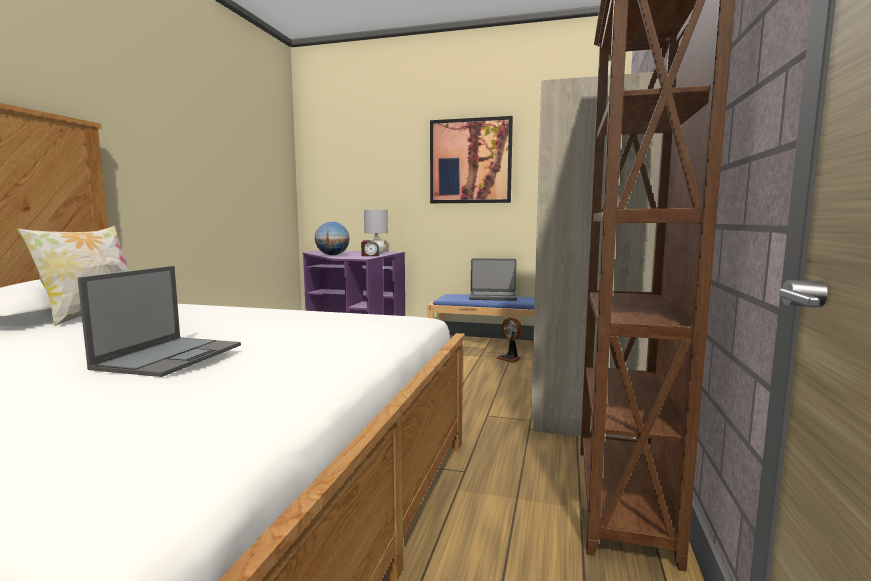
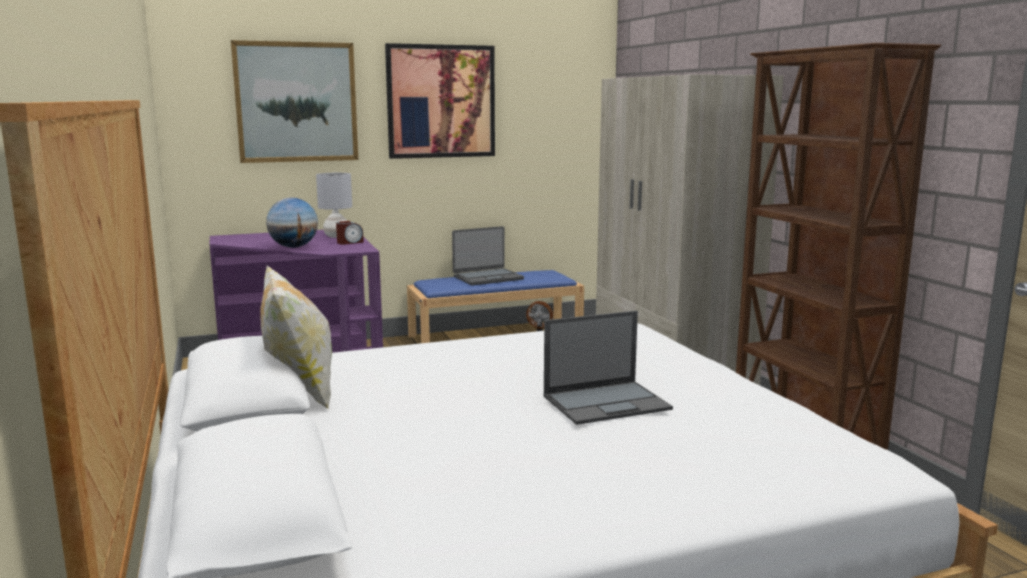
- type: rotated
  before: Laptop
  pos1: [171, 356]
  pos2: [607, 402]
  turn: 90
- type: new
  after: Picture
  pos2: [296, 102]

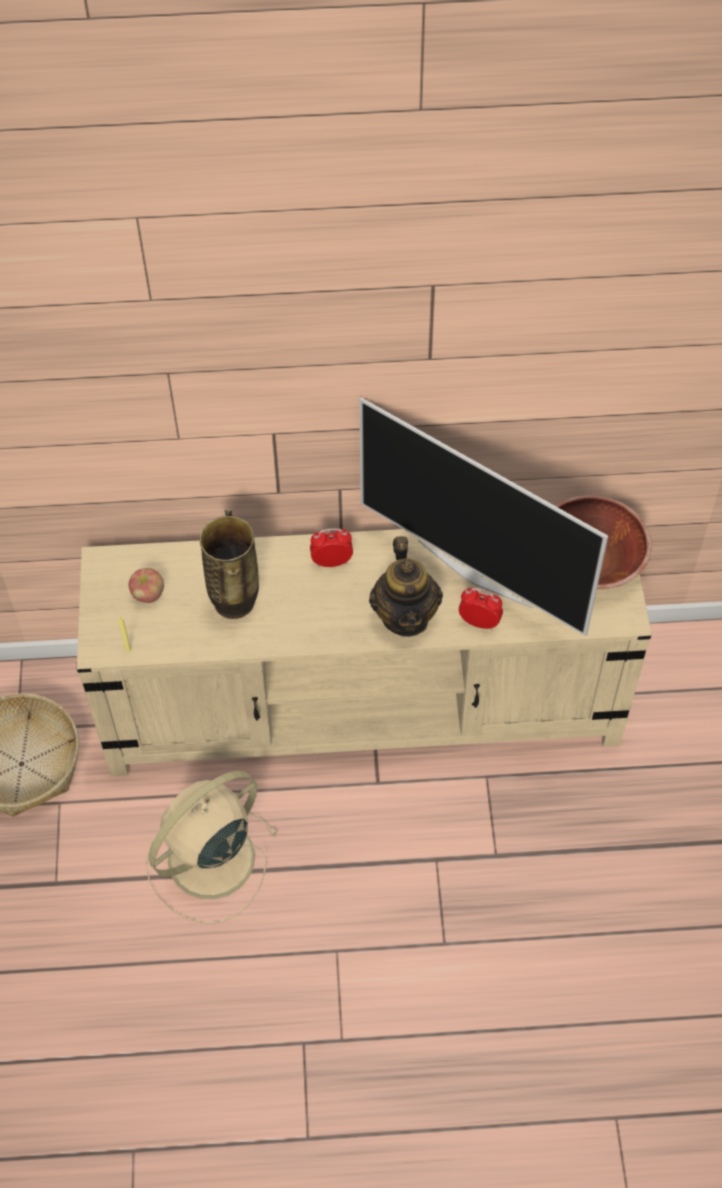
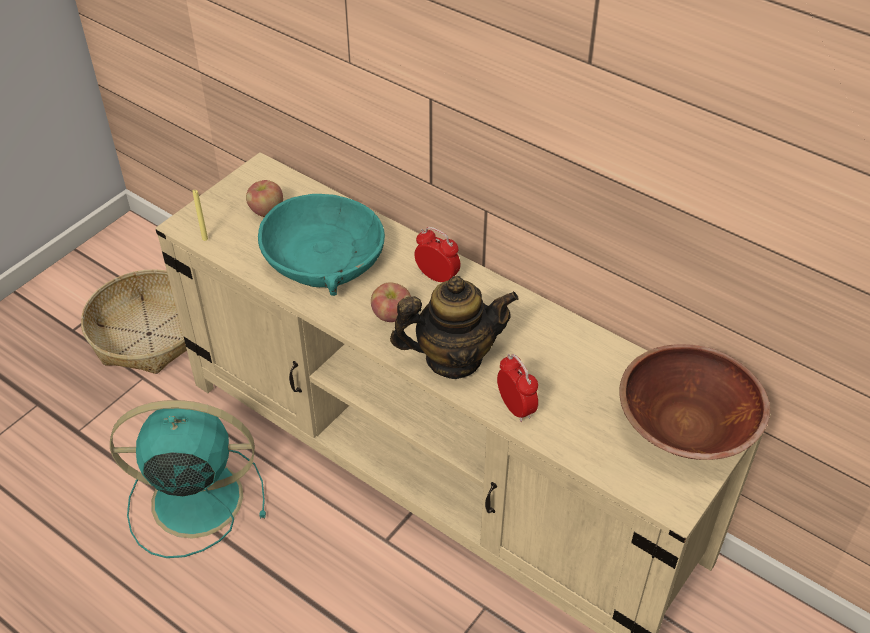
- type: gone
  before: Television
  pos1: [476, 572]
- type: swapped
  before: Vase
  after: TurquoiseBowl
  pos1: [235, 602]
  pos2: [324, 257]
- type: rotated
  before: Teapot
  pos1: [406, 616]
  pos2: [453, 358]
  turn: -135
- type: repainted
  before: BeigeFan
  after: TurquoiseFan
  pos1: [208, 861]
  pos2: [193, 499]
- type: new
  after: Apple
  pos2: [391, 315]

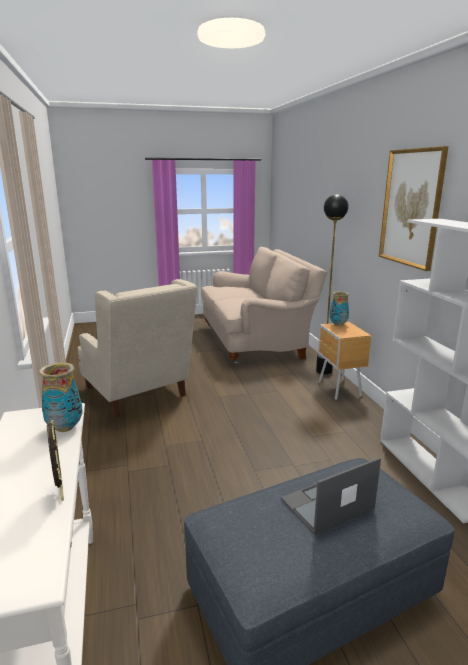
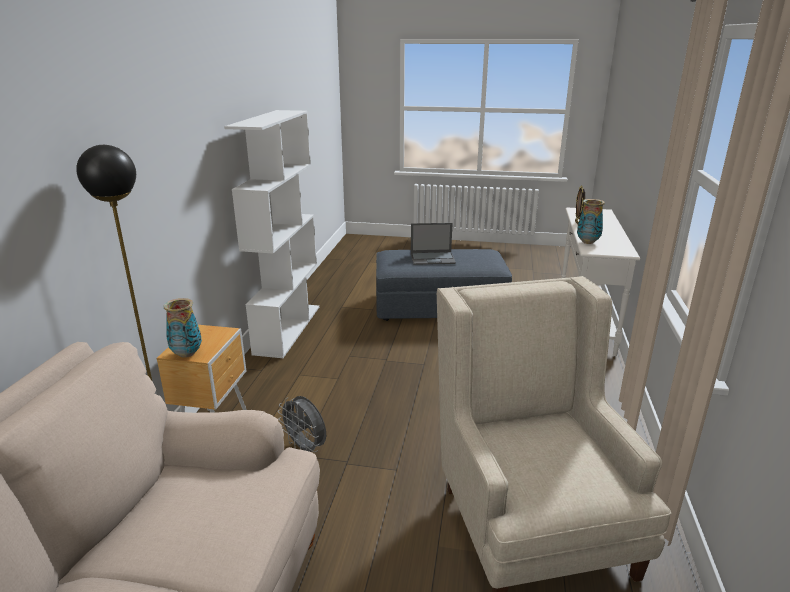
- type: gone
  before: Picture
  pos1: [411, 208]
- type: new
  after: GreyFan
  pos2: [306, 448]

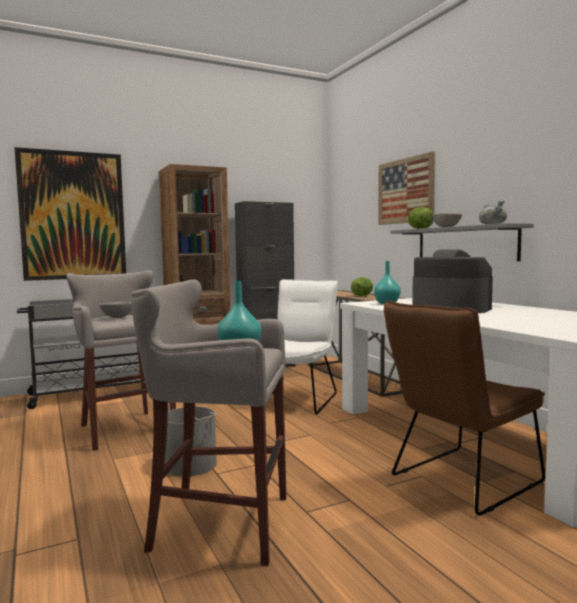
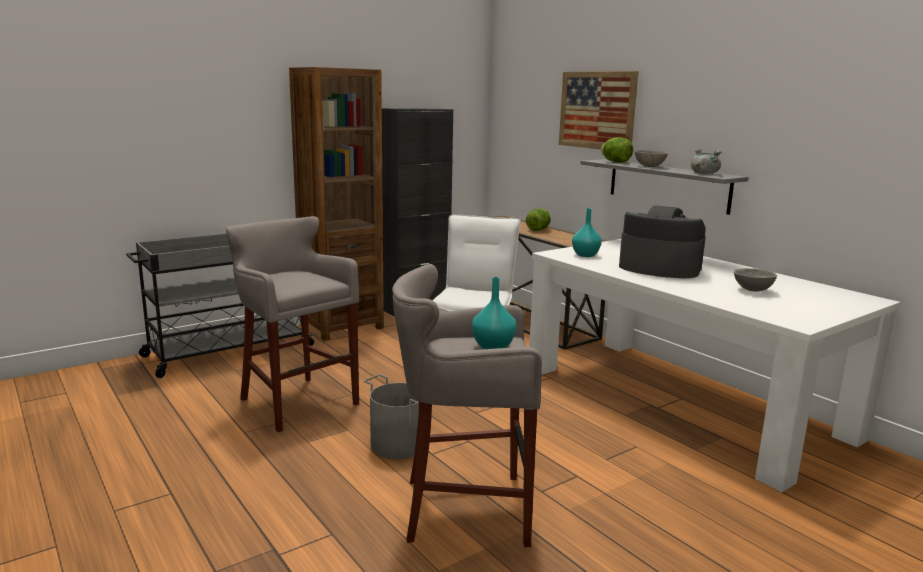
- type: gone
  before: Picture
  pos1: [73, 215]
- type: gone
  before: BrownChair
  pos1: [460, 481]
- type: shifted
  before: GreyBowl
  pos1: [116, 317]
  pos2: [752, 290]

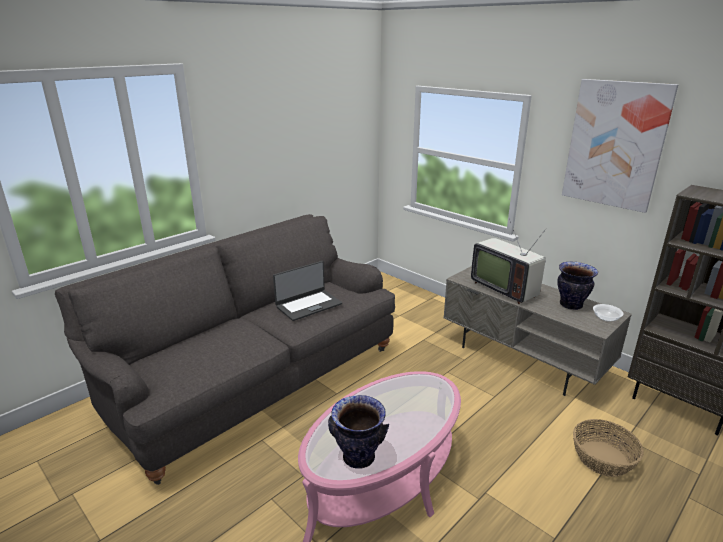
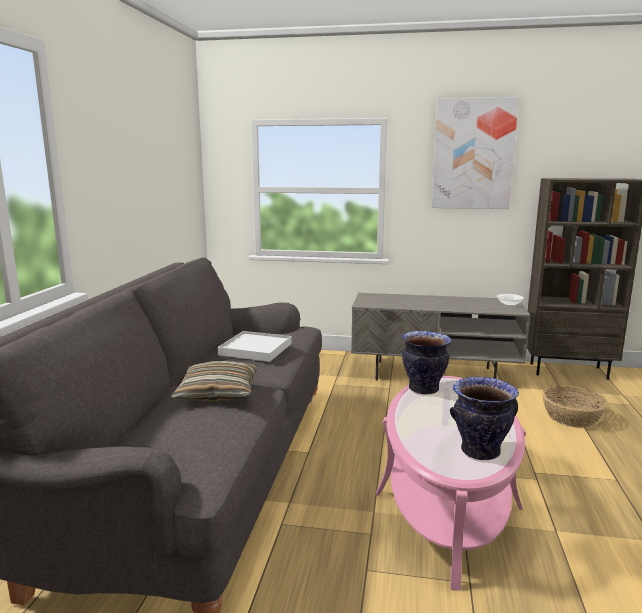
- type: gone
  before: Television
  pos1: [505, 288]
- type: swapped
  before: Laptop
  after: WhiteTray
  pos1: [308, 305]
  pos2: [255, 349]
- type: shifted
  before: Vase
  pos1: [571, 305]
  pos2: [424, 389]
- type: new
  after: Pillow
  pos2: [218, 392]

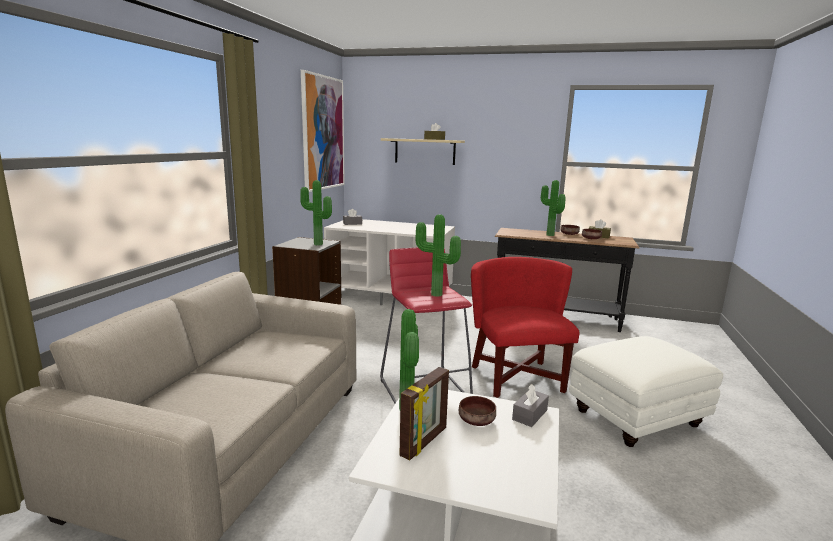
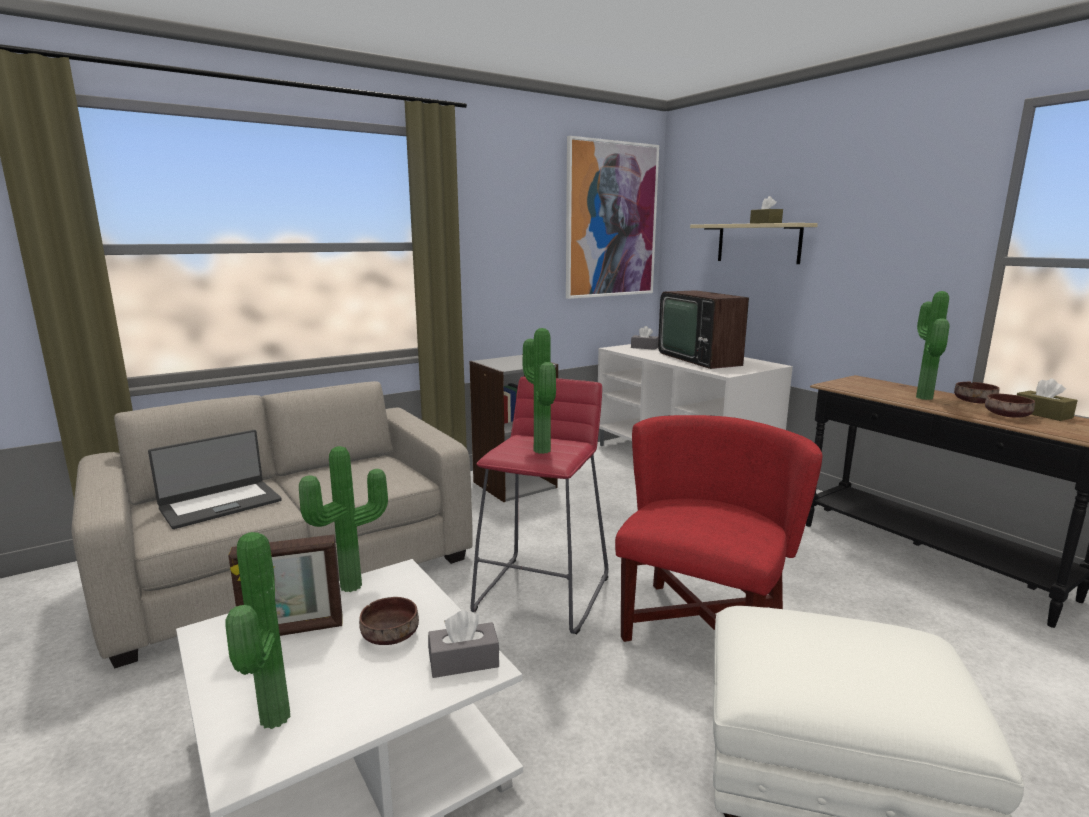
- type: shifted
  before: PottedPlant
  pos1: [317, 244]
  pos2: [269, 720]
- type: new
  after: Television
  pos2: [702, 358]
- type: new
  after: Laptop
  pos2: [220, 504]

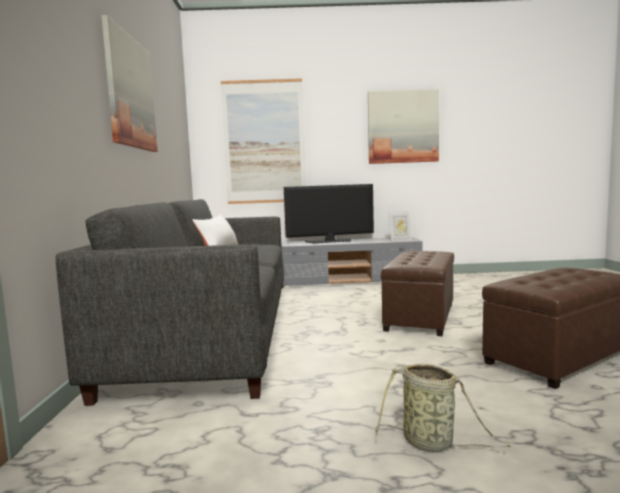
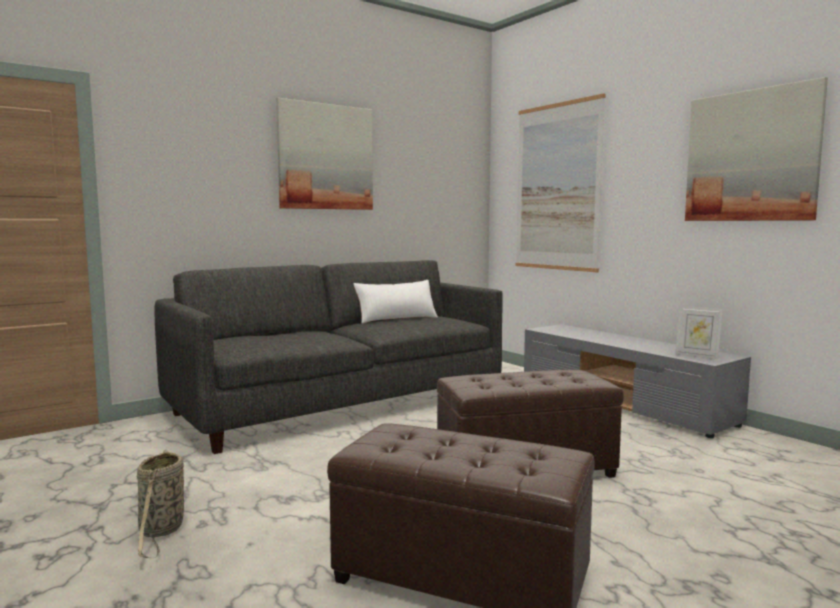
- type: gone
  before: Television
  pos1: [330, 241]

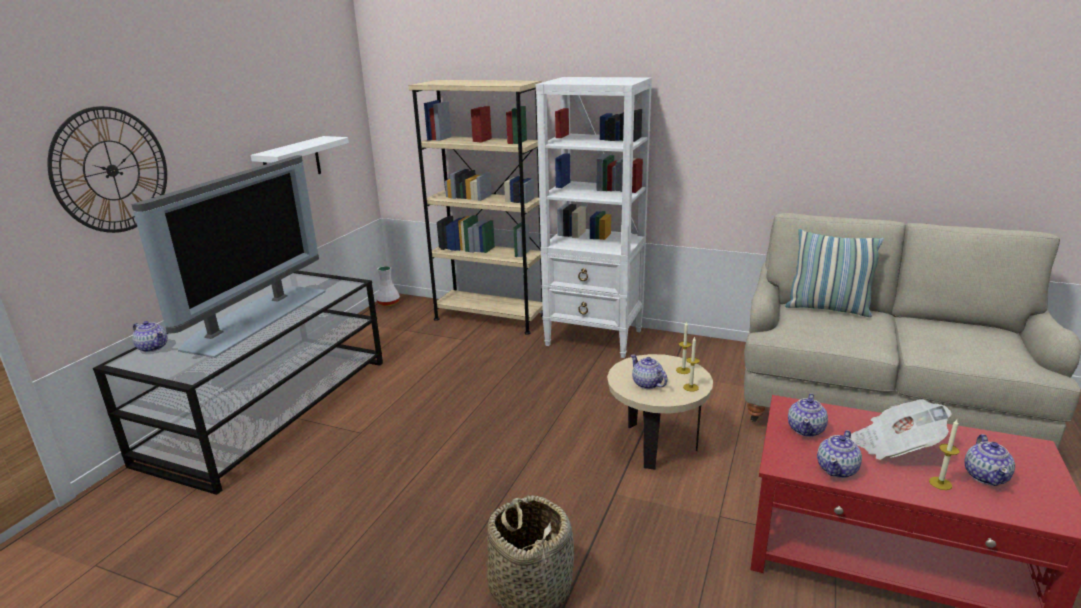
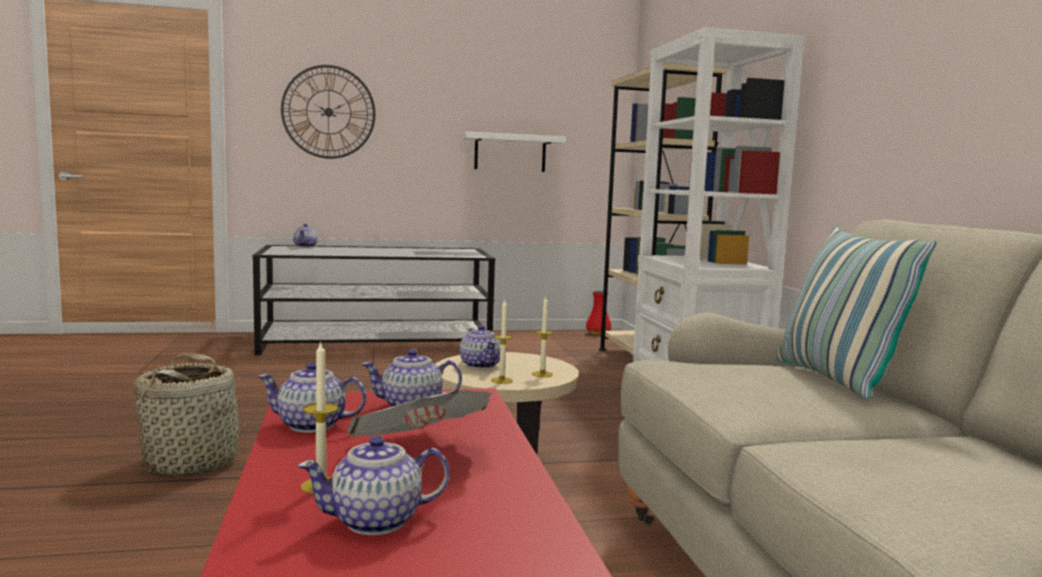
- type: gone
  before: Television
  pos1: [254, 318]
- type: repainted
  before: WhiteVase
  after: RedVase
  pos1: [389, 303]
  pos2: [598, 333]
- type: rotated
  before: Teapot
  pos1: [647, 384]
  pos2: [480, 365]
  turn: 135

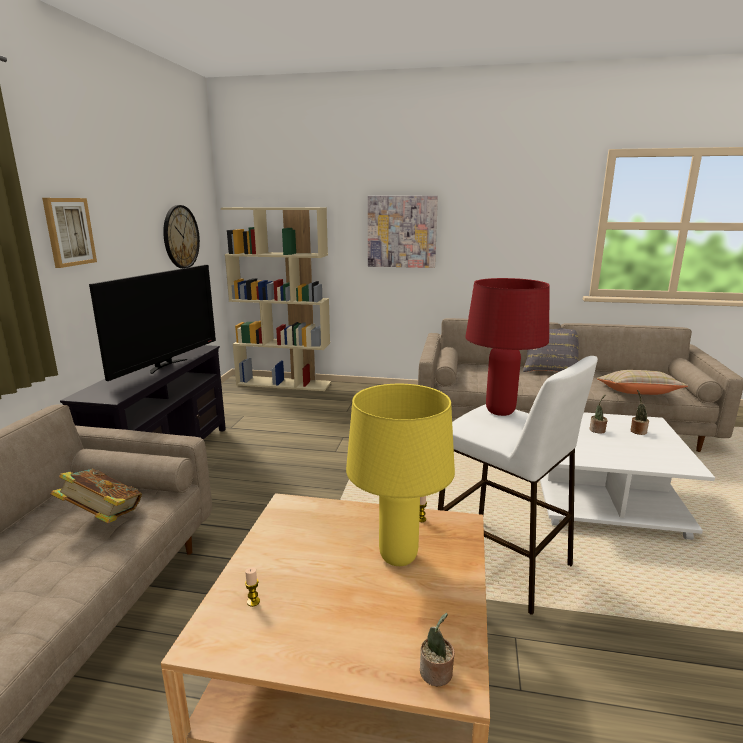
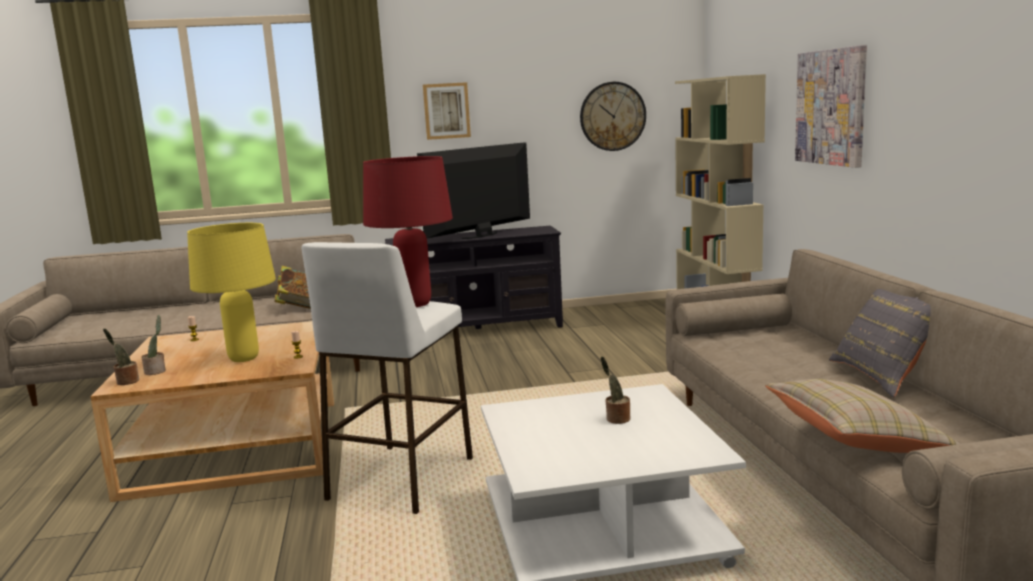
- type: rotated
  before: Television
  pos1: [166, 365]
  pos2: [482, 235]
  turn: 135
- type: shifted
  before: PottedPlant
  pos1: [637, 431]
  pos2: [156, 371]

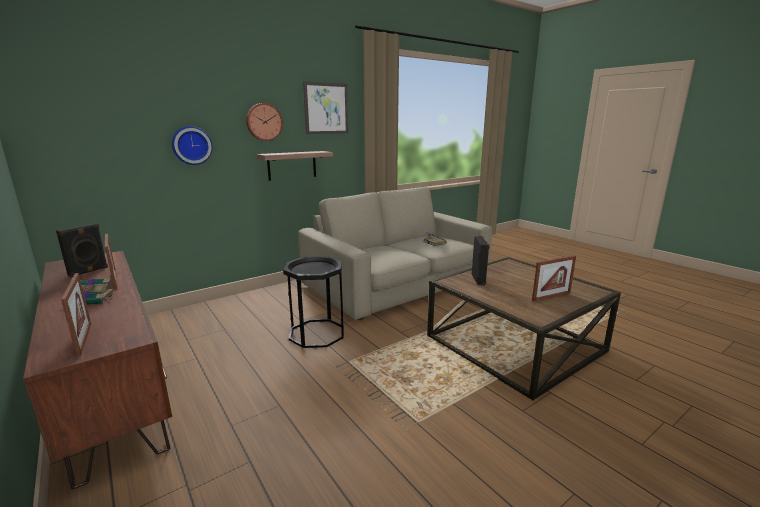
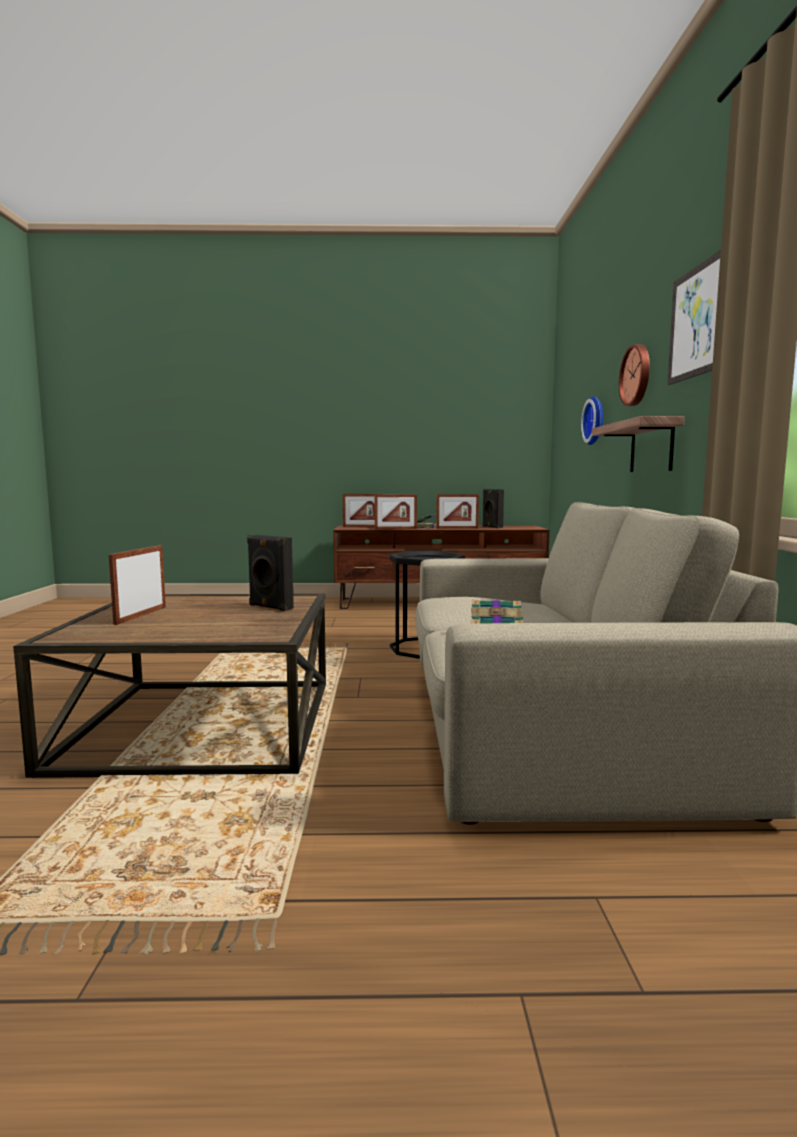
- type: new
  after: PictureFrame
  pos2: [395, 529]

